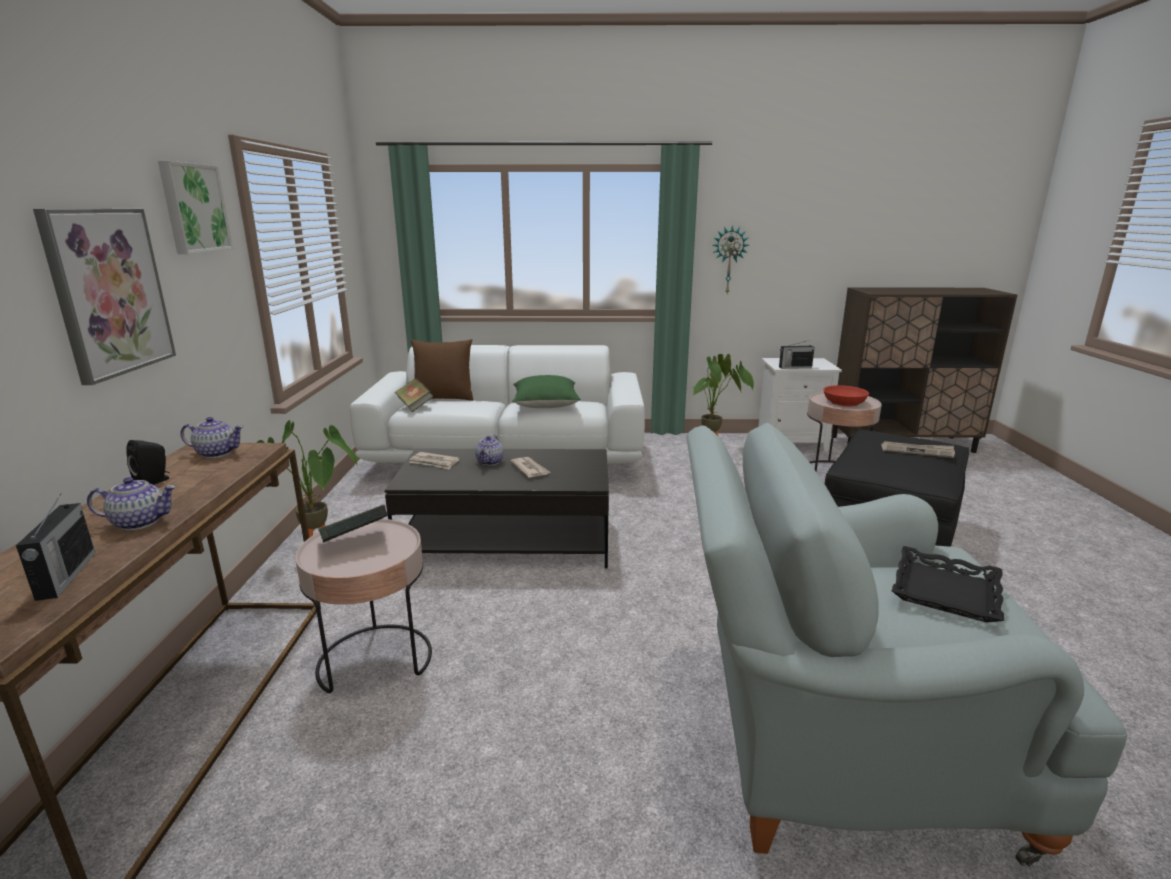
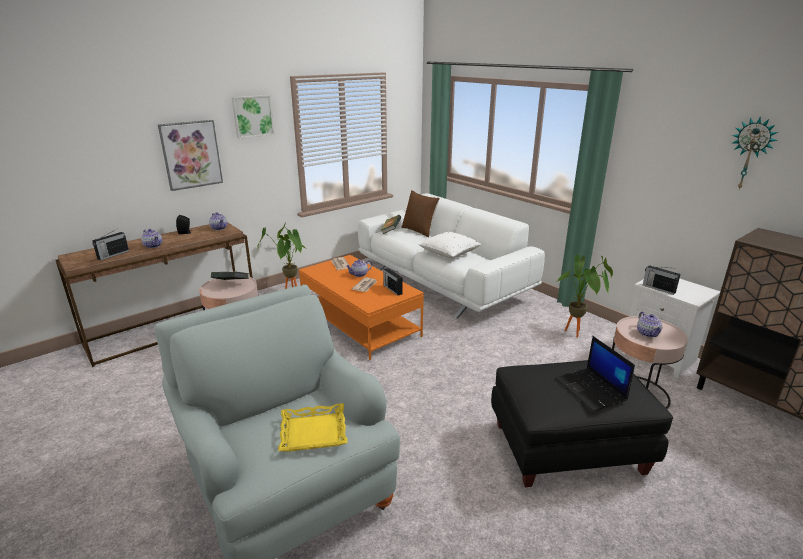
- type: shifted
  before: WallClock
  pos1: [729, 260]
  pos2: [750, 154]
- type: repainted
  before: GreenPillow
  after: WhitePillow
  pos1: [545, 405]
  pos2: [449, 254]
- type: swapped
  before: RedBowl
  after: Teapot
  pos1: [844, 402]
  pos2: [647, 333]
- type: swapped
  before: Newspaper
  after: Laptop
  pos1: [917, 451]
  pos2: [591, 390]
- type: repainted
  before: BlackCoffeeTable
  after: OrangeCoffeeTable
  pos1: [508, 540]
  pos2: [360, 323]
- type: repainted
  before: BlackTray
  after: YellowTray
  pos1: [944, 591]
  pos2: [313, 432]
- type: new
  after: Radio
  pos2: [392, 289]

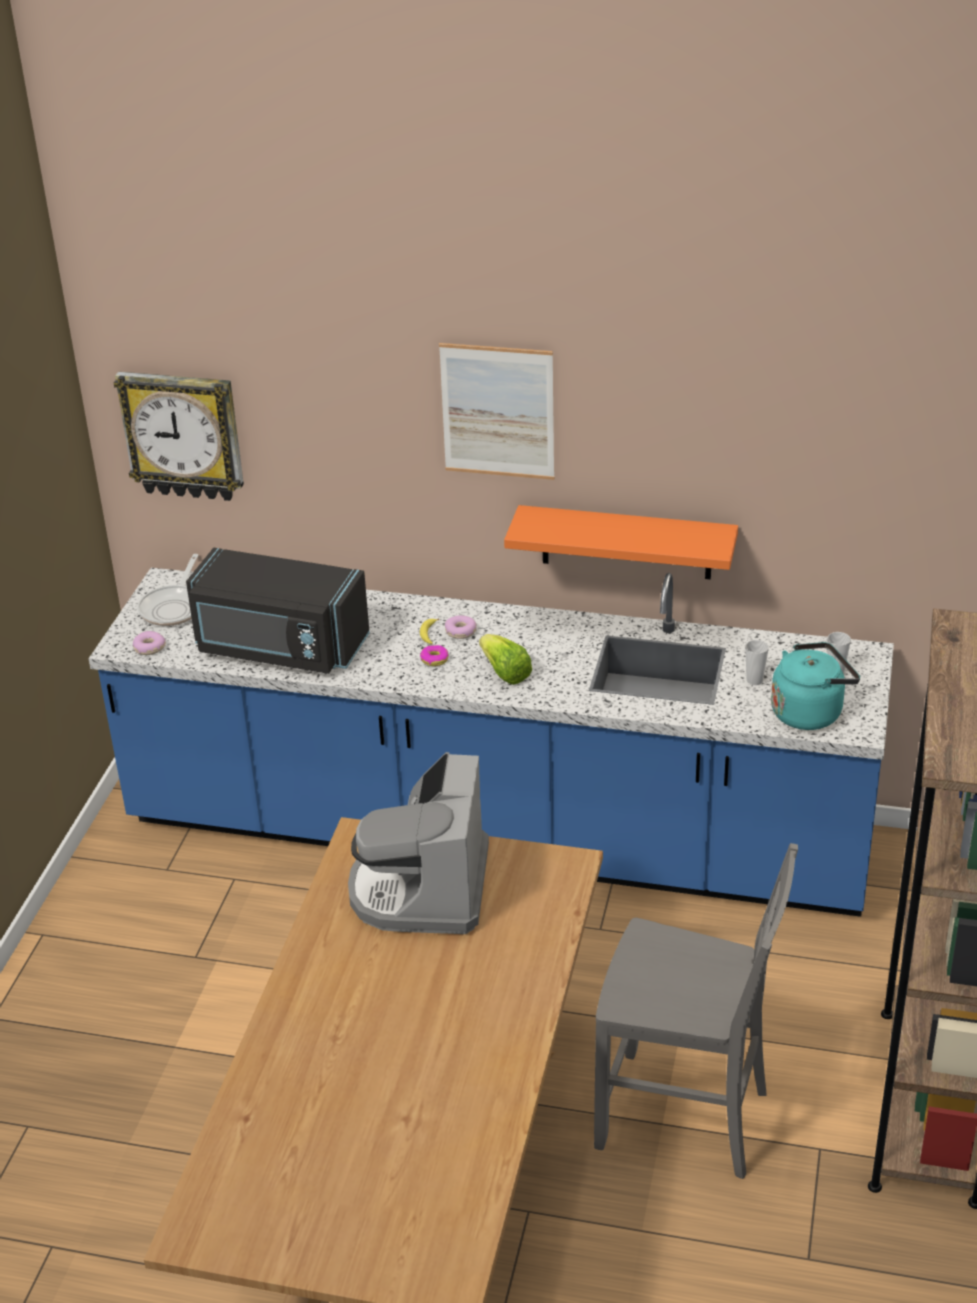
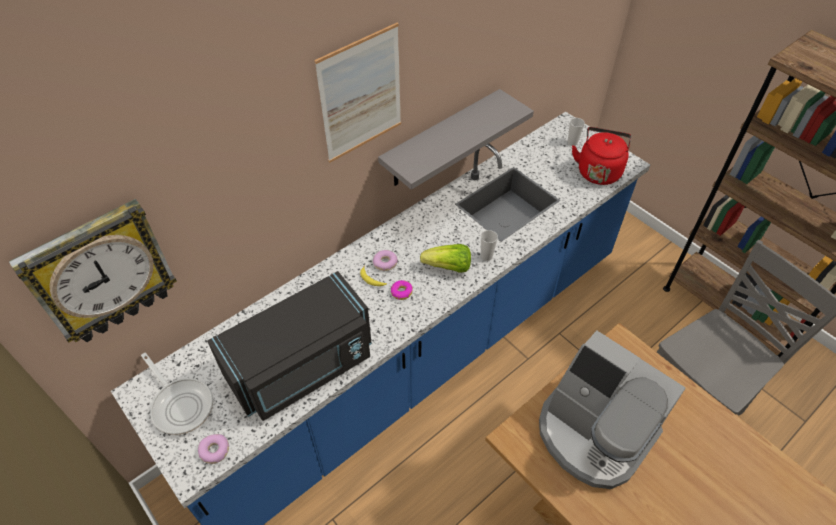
- type: repainted
  before: OrangeShelf
  after: GreyShelf
  pos1: [626, 542]
  pos2: [441, 139]
- type: shifted
  before: Cup
  pos1: [754, 680]
  pos2: [486, 256]
- type: repainted
  before: TurquoiseKettle
  after: RedKettle
  pos1: [810, 712]
  pos2: [598, 170]

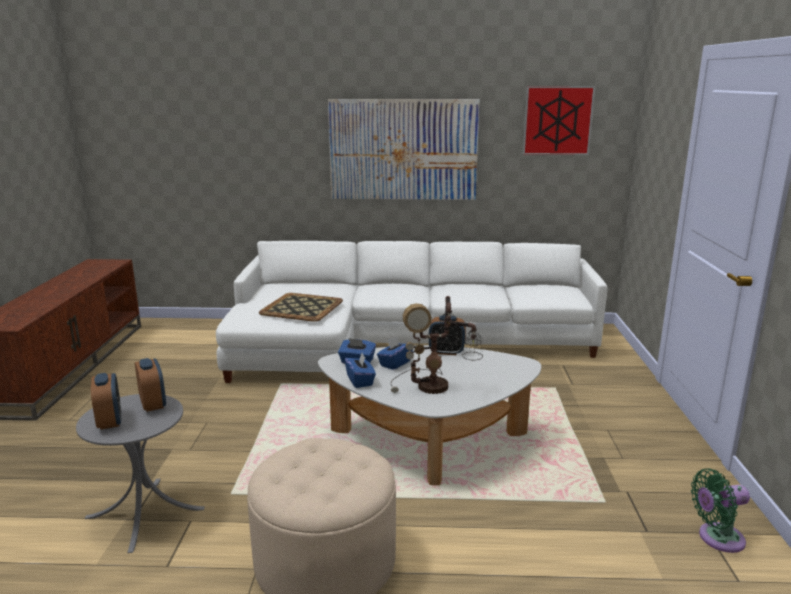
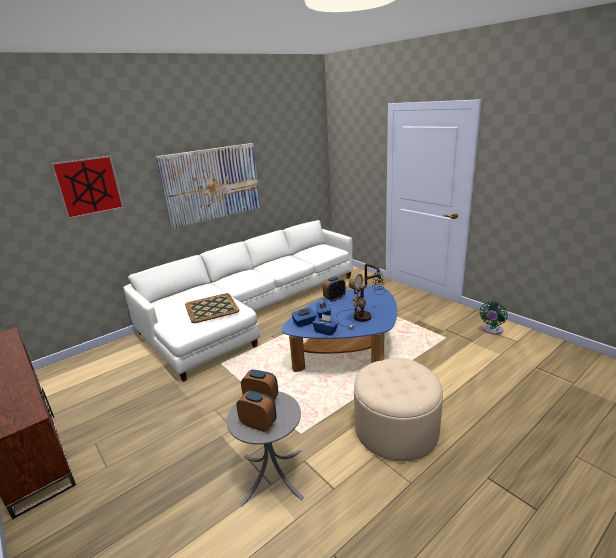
- type: shifted
  before: Picture
  pos1: [557, 120]
  pos2: [89, 186]
- type: repainted
  before: WhiteCoffeeTable
  after: BlueCoffeeTable
  pos1: [429, 443]
  pos2: [348, 352]

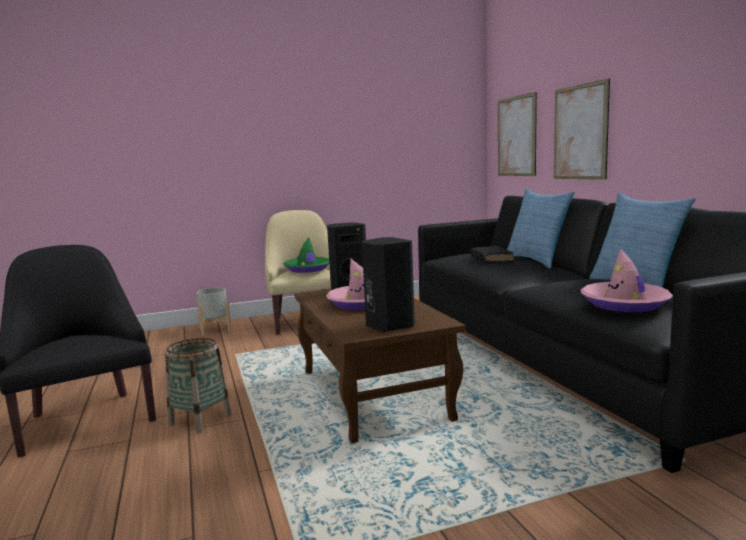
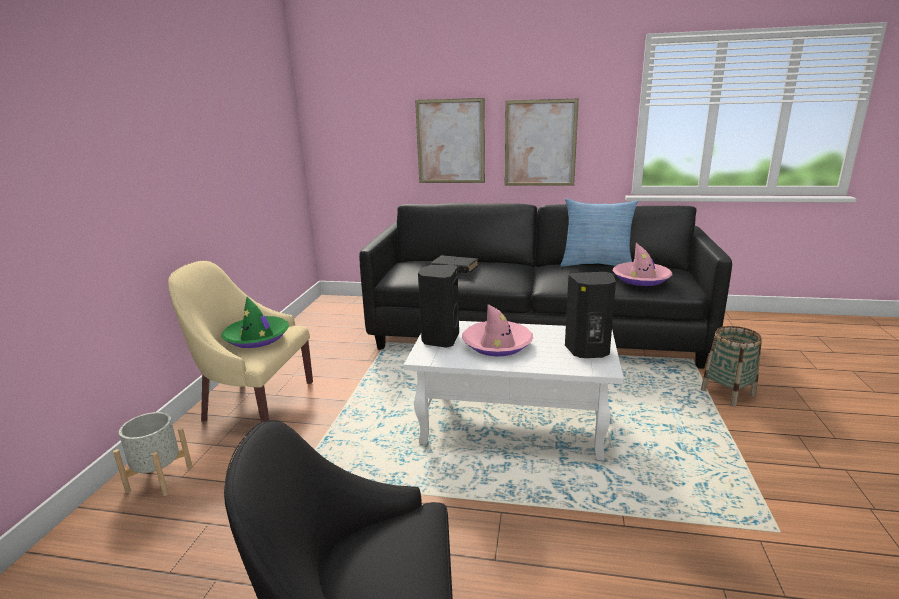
- type: shifted
  before: Picture
  pos1: [516, 136]
  pos2: [540, 143]
- type: gone
  before: Pillow
  pos1: [537, 261]
- type: repainted
  before: BrownCoffeeTable
  after: WhiteCoffeeTable
  pos1: [373, 395]
  pos2: [514, 423]
- type: shifted
  before: Basket
  pos1: [200, 419]
  pos2: [727, 393]

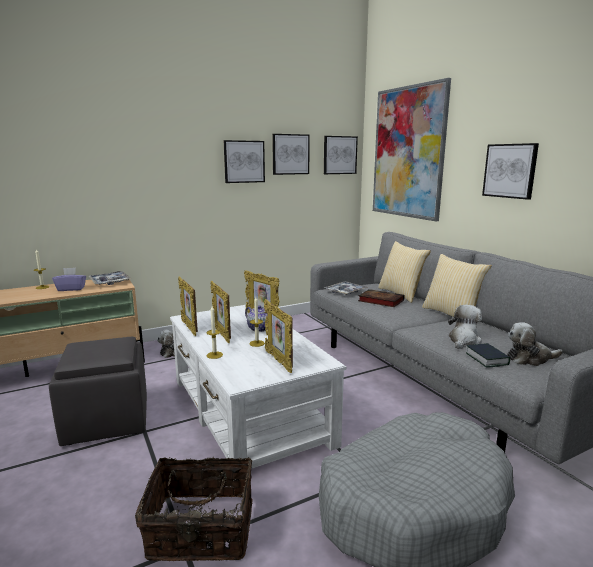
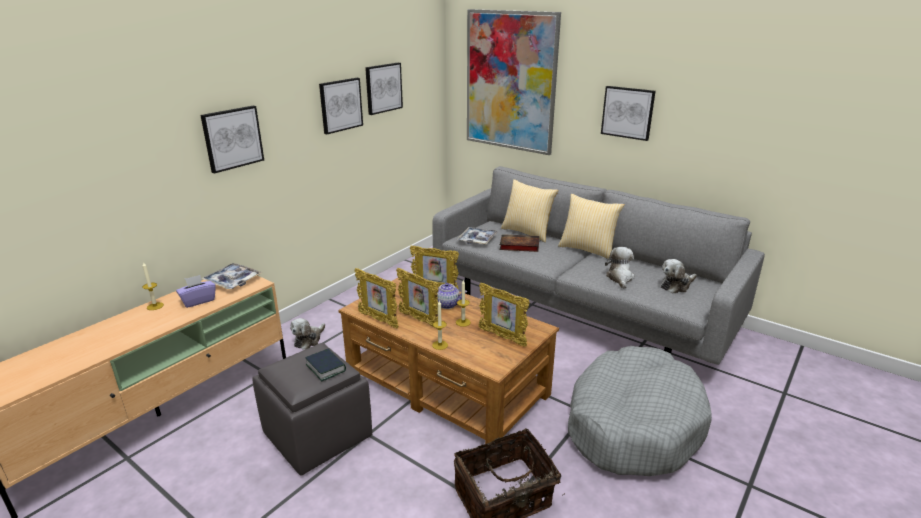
- type: shifted
  before: Picture
  pos1: [339, 155]
  pos2: [232, 138]
- type: repainted
  before: WhiteCoffeeTable
  after: BrownCoffeeTable
  pos1: [248, 411]
  pos2: [446, 385]
- type: shifted
  before: Book
  pos1: [487, 359]
  pos2: [326, 368]

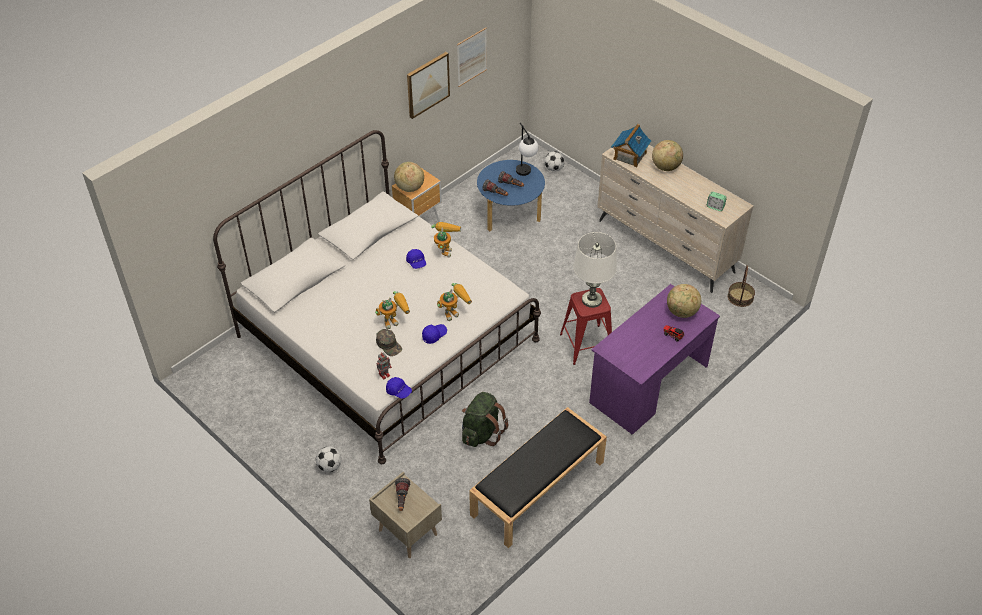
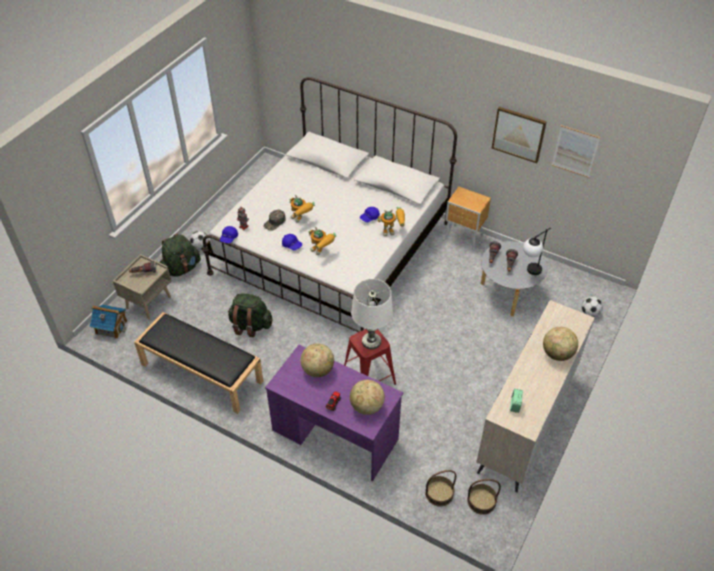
- type: shifted
  before: ToyHouse
  pos1: [629, 156]
  pos2: [111, 327]
- type: repainted
  before: BlueCoffeeTable
  after: GreyCoffeeTable
  pos1: [510, 215]
  pos2: [508, 293]
- type: shifted
  before: Globe
  pos1: [409, 188]
  pos2: [318, 370]
- type: new
  after: GreenBackpack
  pos2: [181, 268]
- type: new
  after: Basket
  pos2: [439, 493]

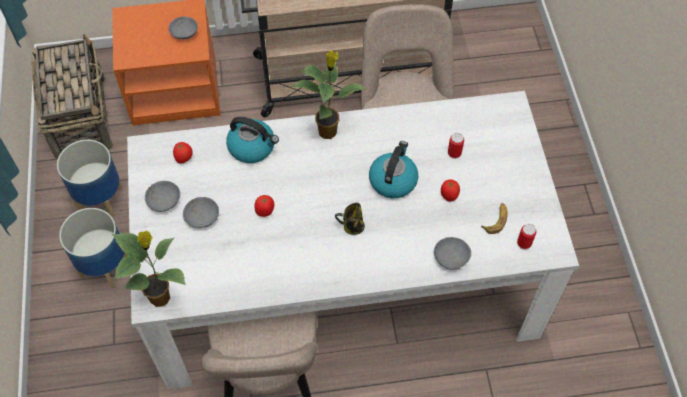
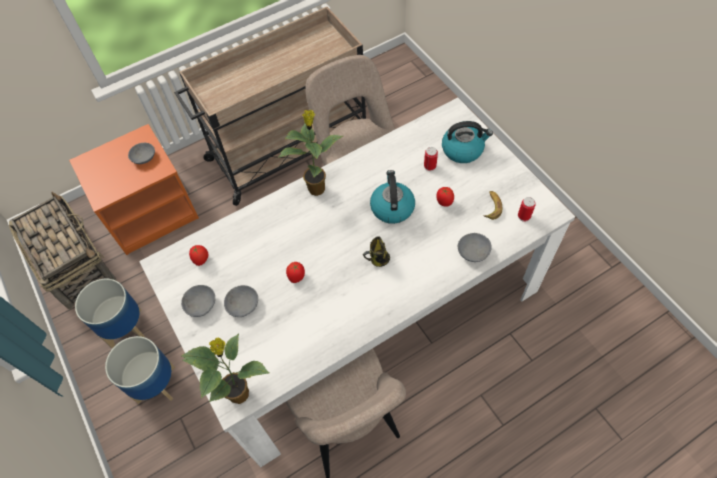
- type: shifted
  before: Kettle
  pos1: [252, 147]
  pos2: [463, 149]

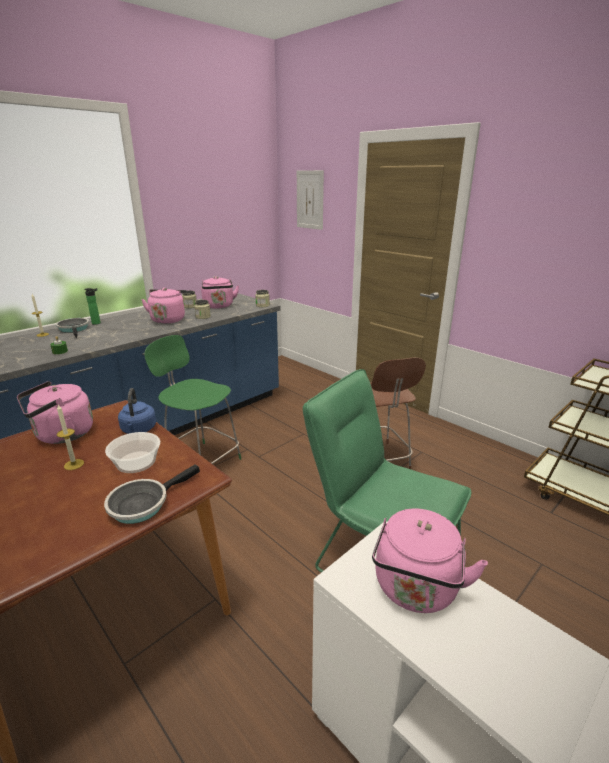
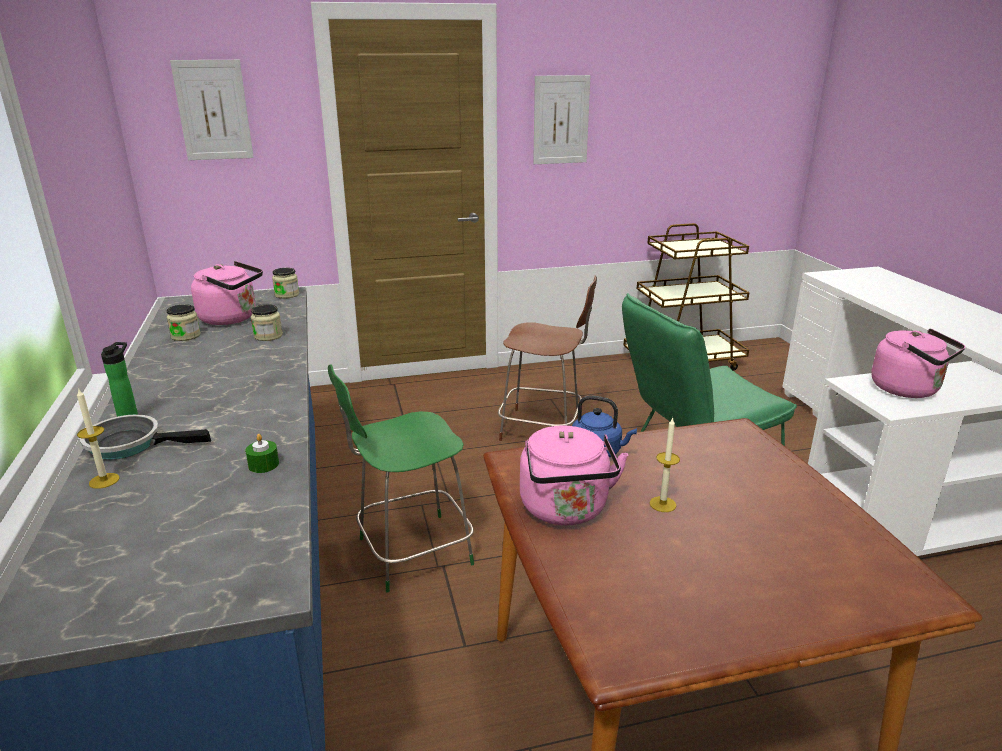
- type: gone
  before: PinkKettle
  pos1: [168, 319]
- type: gone
  before: Bowl
  pos1: [135, 462]
- type: gone
  before: FryingPan
  pos1: [143, 504]
- type: new
  after: Picture
  pos2: [561, 120]

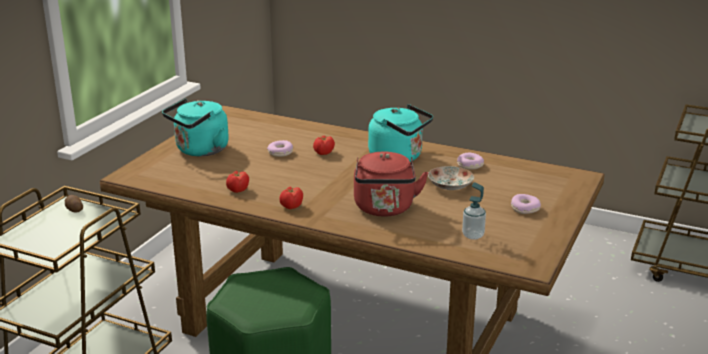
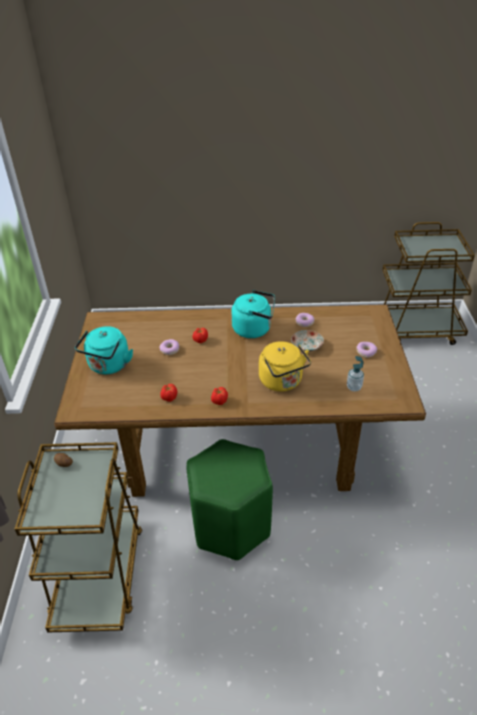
- type: repainted
  before: RedKettle
  after: YellowKettle
  pos1: [385, 209]
  pos2: [282, 382]

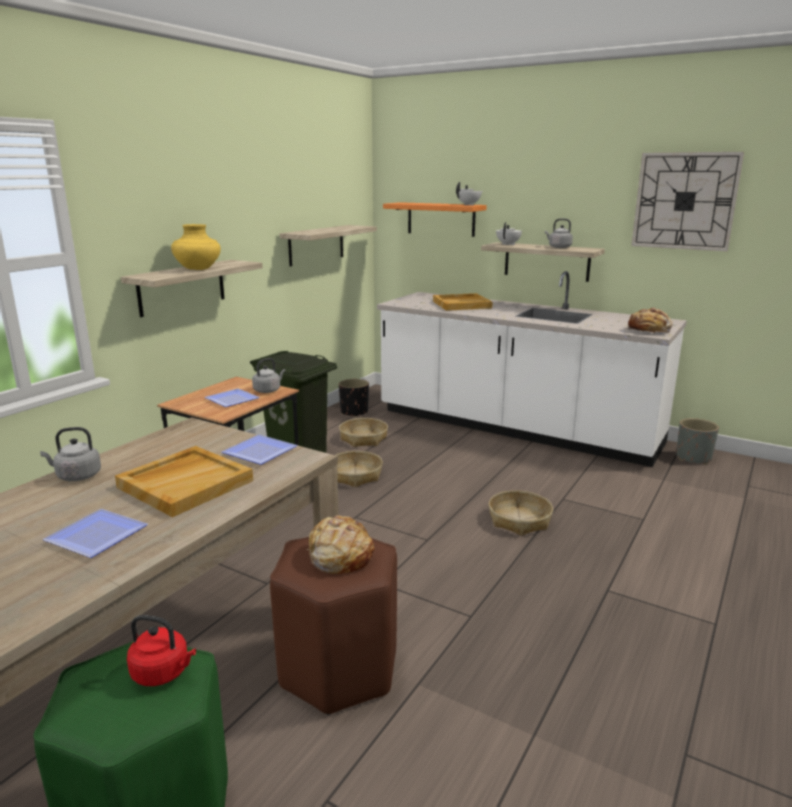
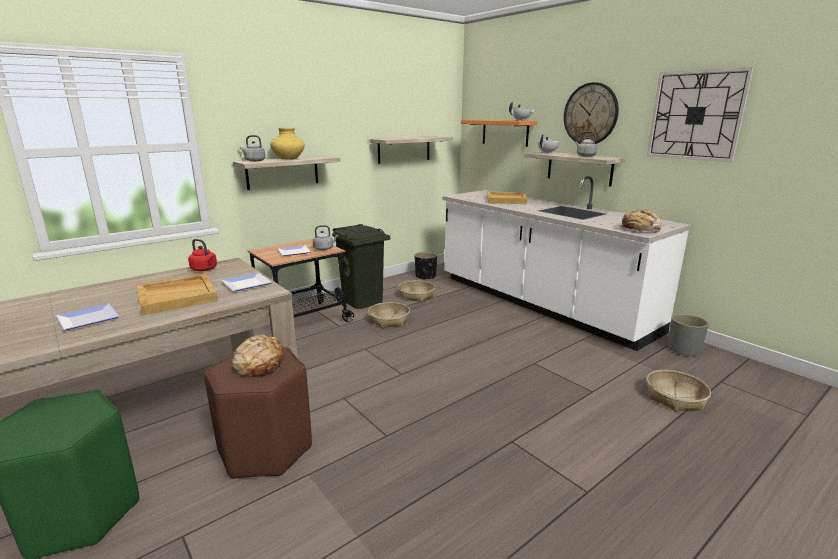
- type: shifted
  before: GreyKettle
  pos1: [76, 476]
  pos2: [254, 161]
- type: shifted
  before: Basket
  pos1: [519, 520]
  pos2: [675, 398]
- type: shifted
  before: RedKettle
  pos1: [163, 673]
  pos2: [205, 269]
- type: new
  after: WallClock
  pos2: [590, 114]

